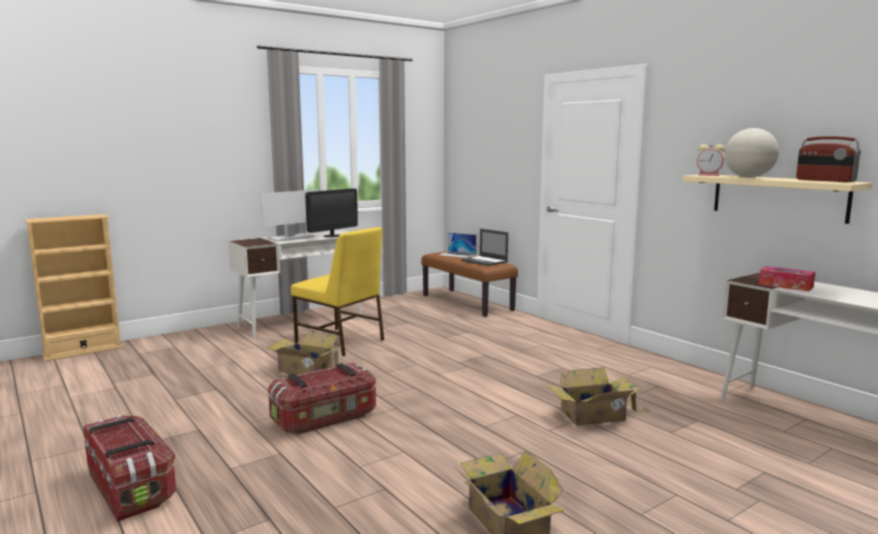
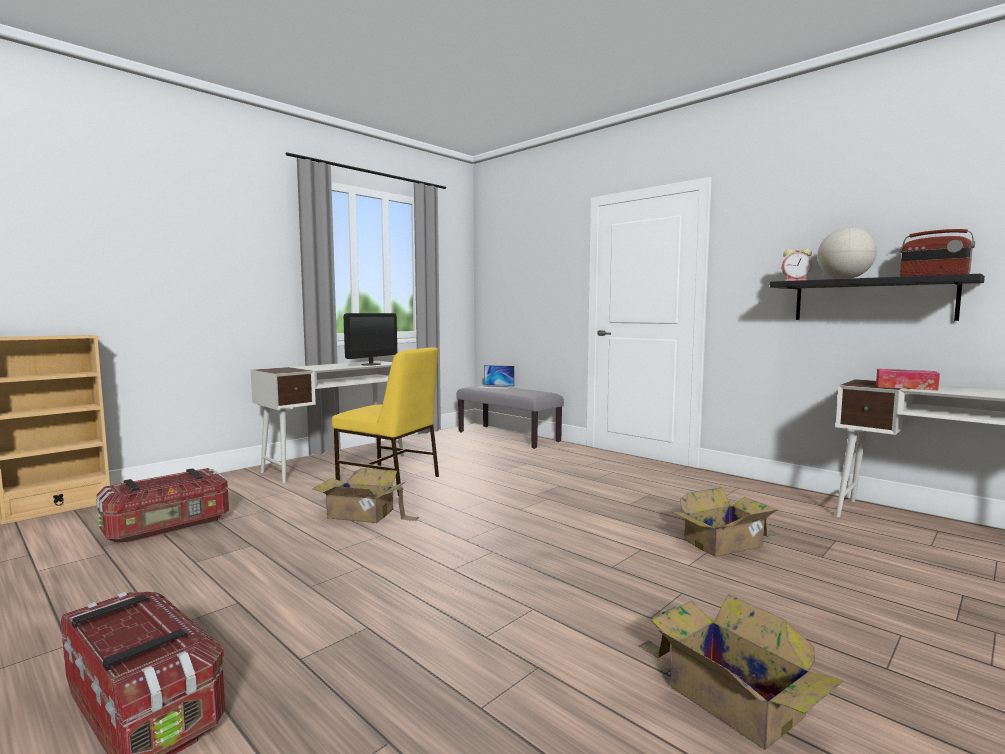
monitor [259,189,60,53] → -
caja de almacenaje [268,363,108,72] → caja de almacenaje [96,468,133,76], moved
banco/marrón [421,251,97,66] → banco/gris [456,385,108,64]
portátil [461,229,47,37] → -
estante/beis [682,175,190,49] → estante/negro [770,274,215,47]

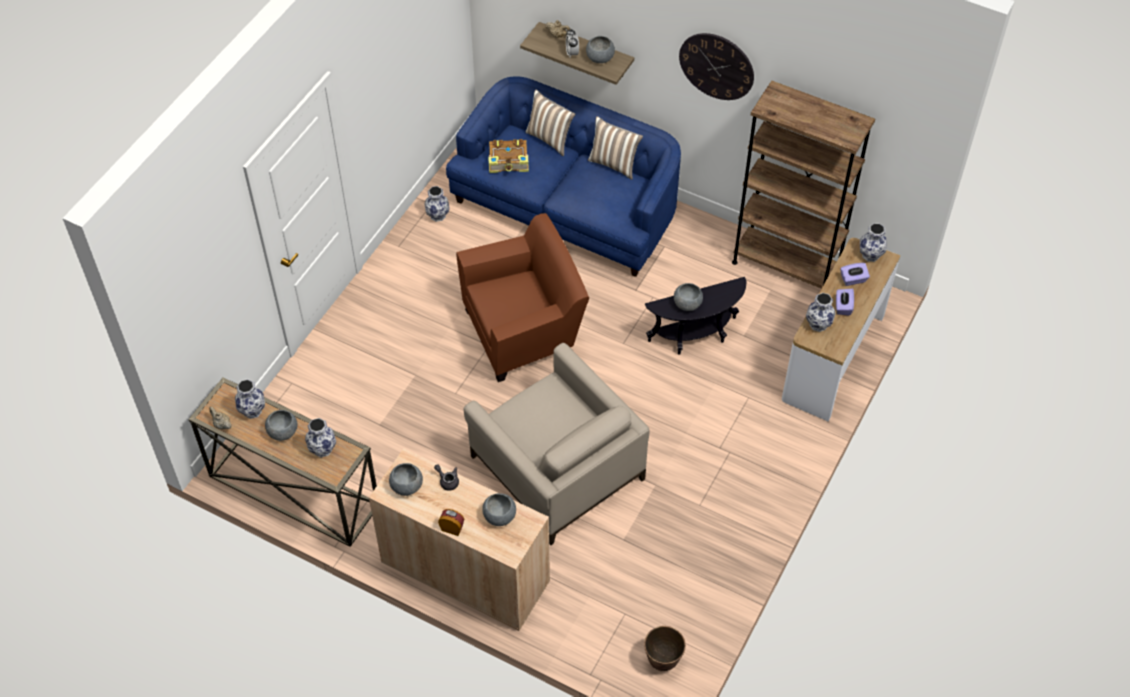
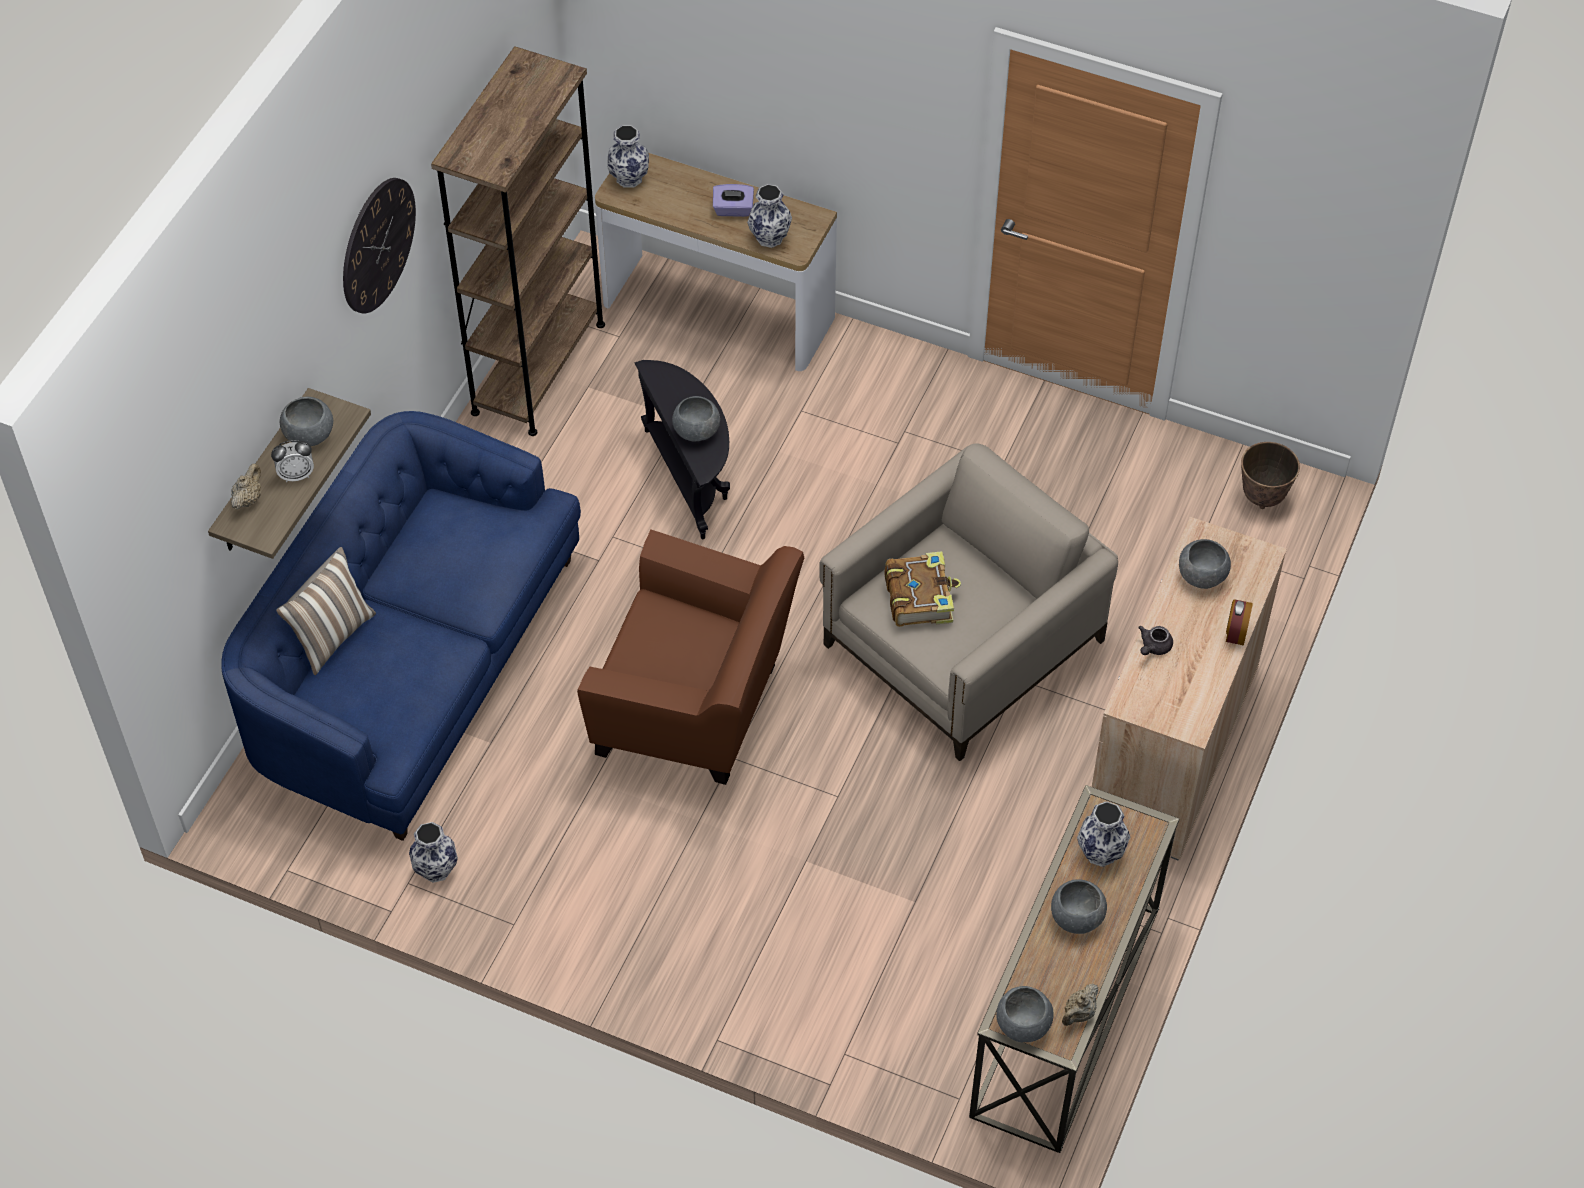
florero [235,379,30,40] → -
cuenco/gris [389,463,34,33] → cuenco/gris [996,986,58,56], moved
sillón/marrón [456,213,133,169] → sillón/marrón [577,530,227,255], 135 degrees clockwise
libro [489,139,40,34] → libro [884,551,77,76], moved
cojín [588,116,55,64] → -
caja de pañuelos/morado [840,263,30,23] → -

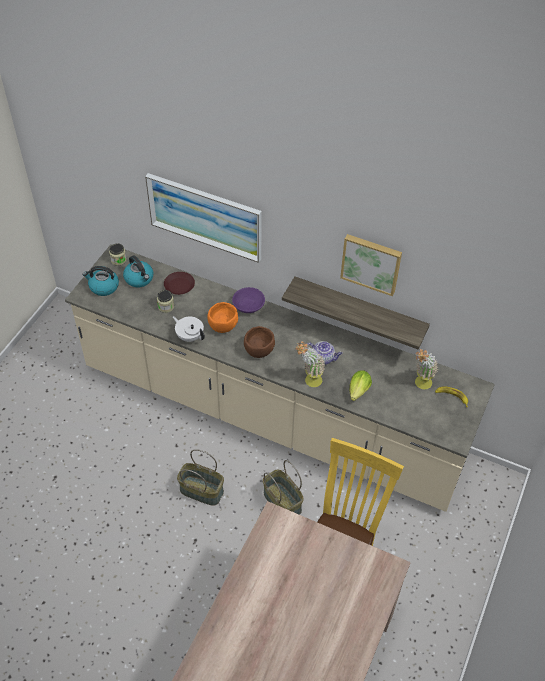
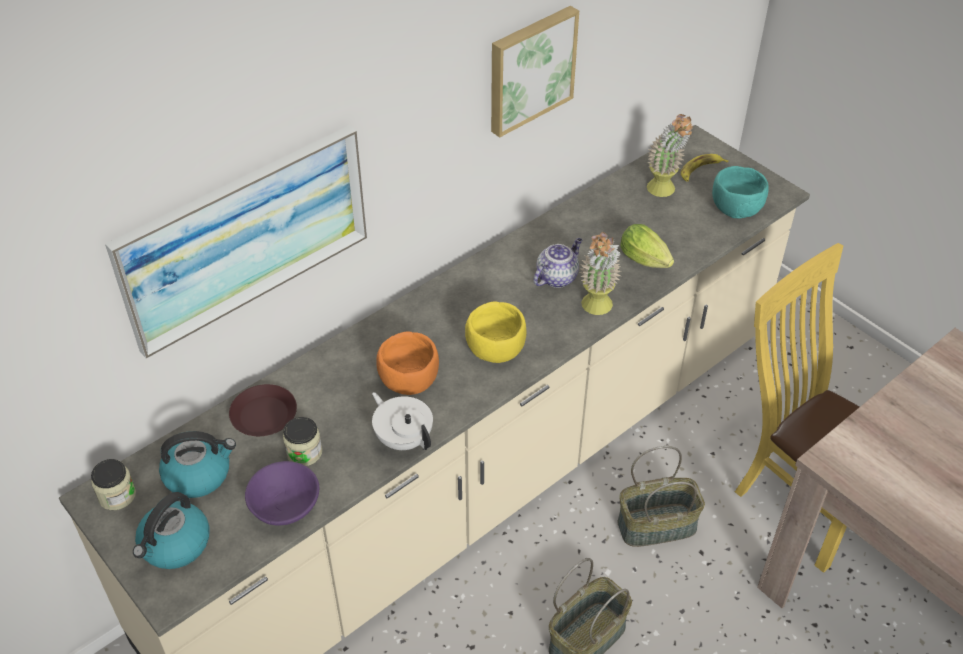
tetera/blanco [173,316,32,26] → tetera/blanco [372,392,61,58], 75 degrees clockwise
cuenco/morado [232,287,33,26] → cuenco/morado [245,461,74,64], moved
cuenco/marrón [244,326,31,32] → cuenco/amarillo [465,302,61,61]
estante [282,277,148,72] → -
- → cuenco/turquesa [712,166,57,53]

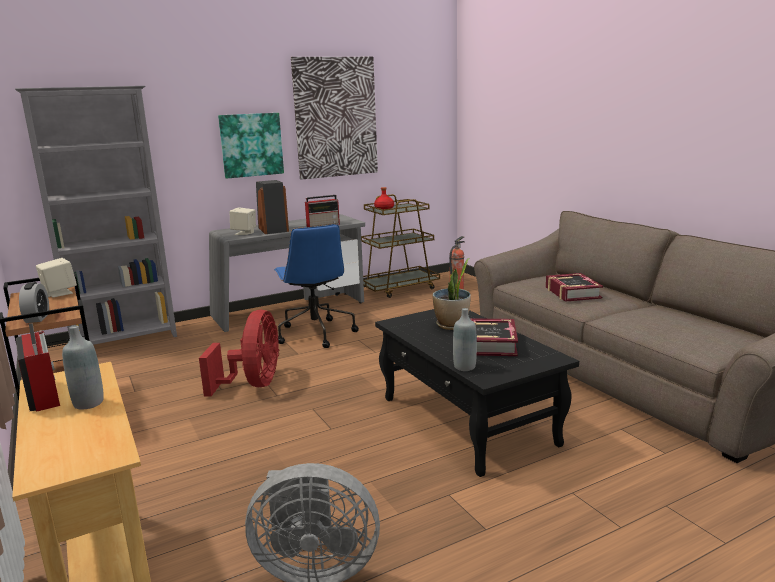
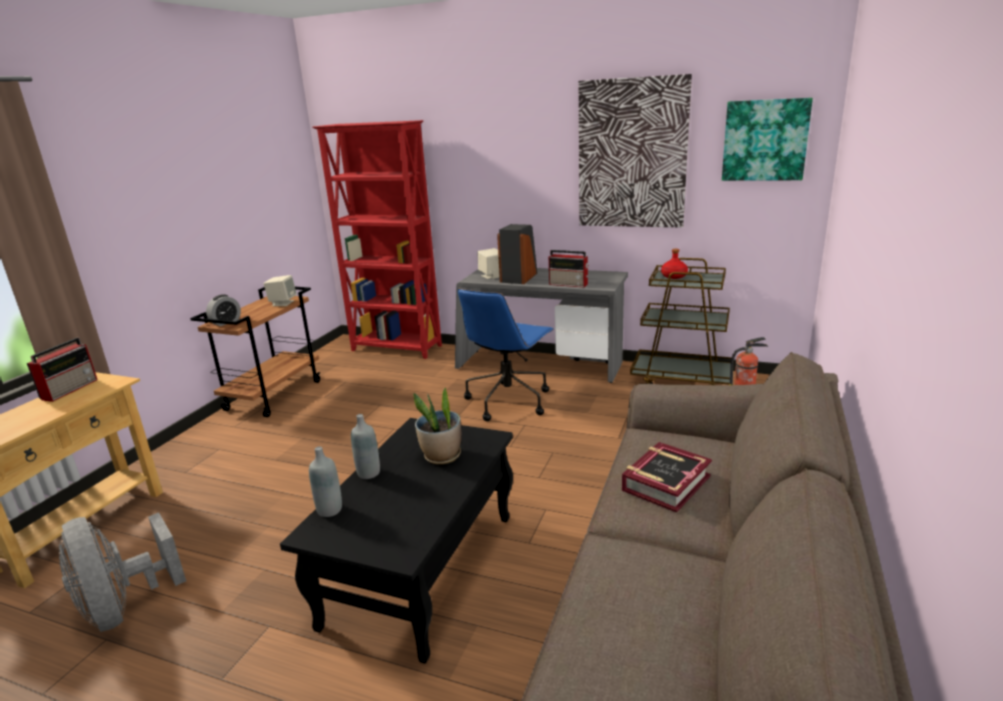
estantería/gris [15,86,162,259] → estantería/rojo [312,120,130,239]
botella/gris [62,325,42,85] → botella/gris [351,414,29,65], moved
ventilador/rojo [199,310,80,86] → -
cuadro [218,113,66,66] → cuadro [722,98,91,83], moved
libro [471,318,47,38] → -

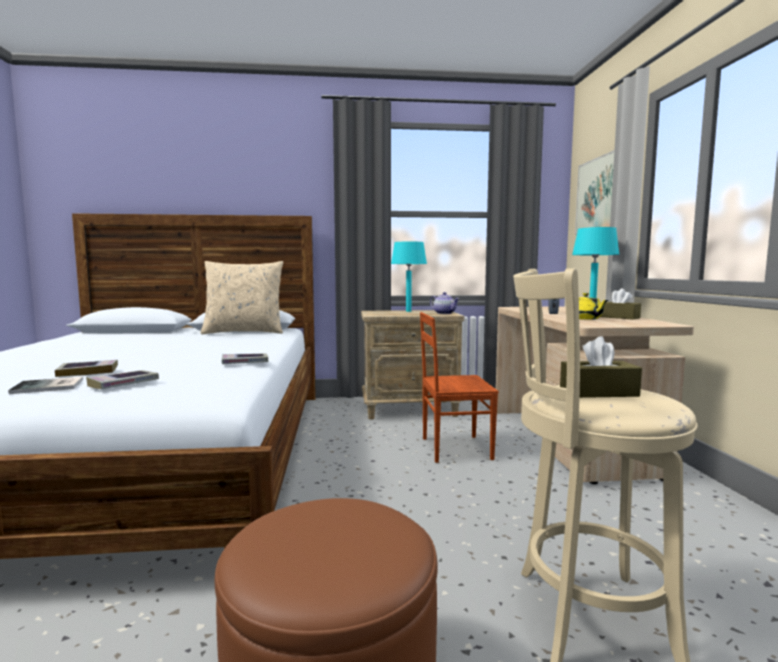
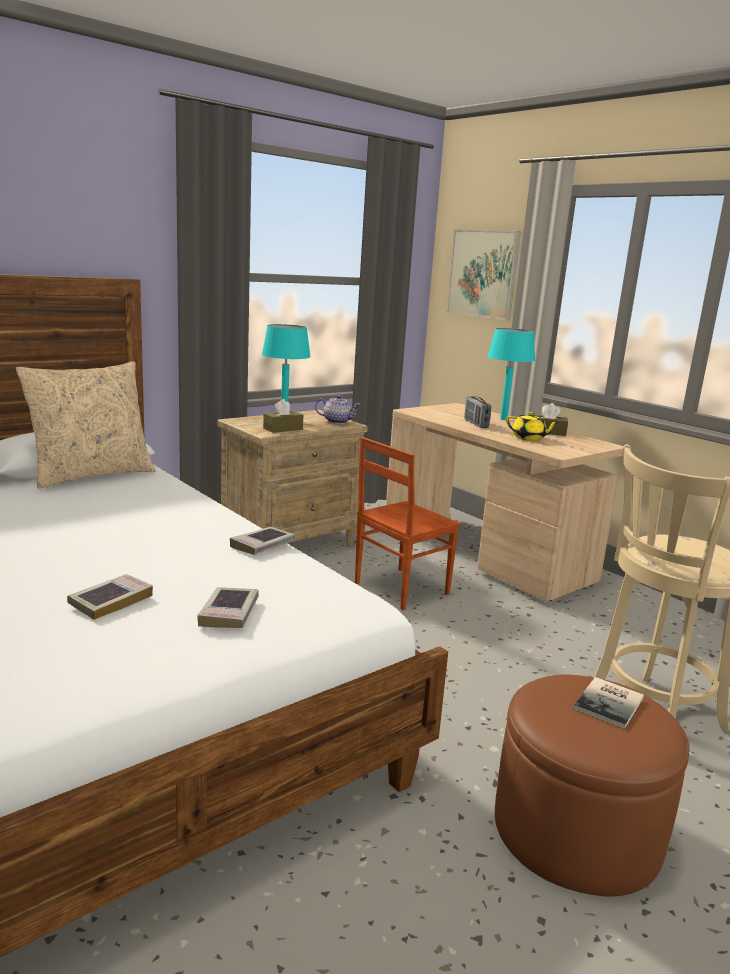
libro [8,377,75,17] → libro [573,677,71,52], moved
caja de pañuelos/marrón [560,336,82,62] → caja de pañuelos/marrón [263,399,40,34], moved

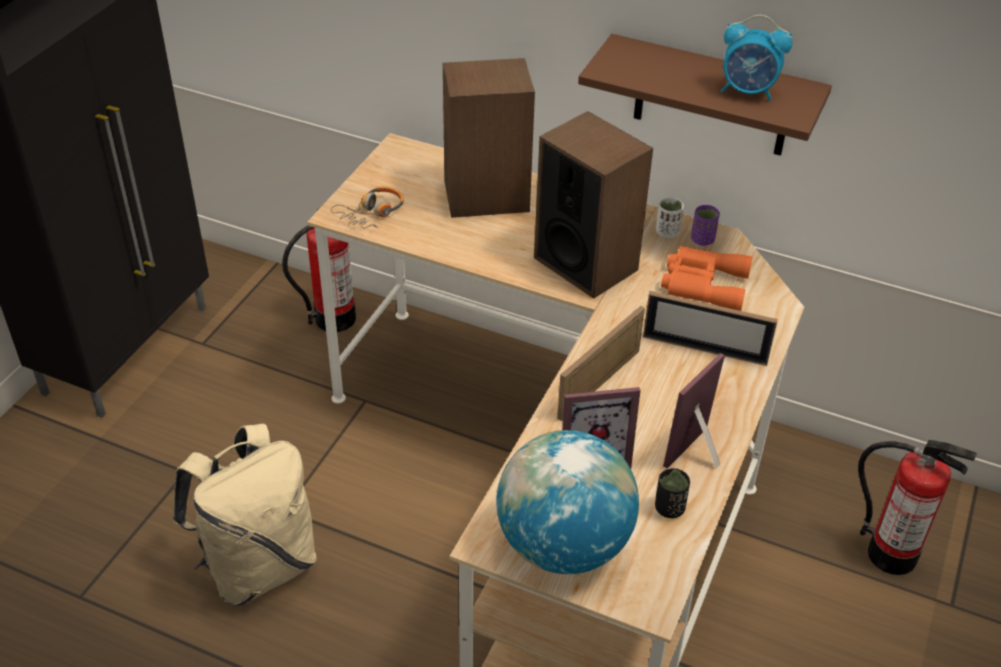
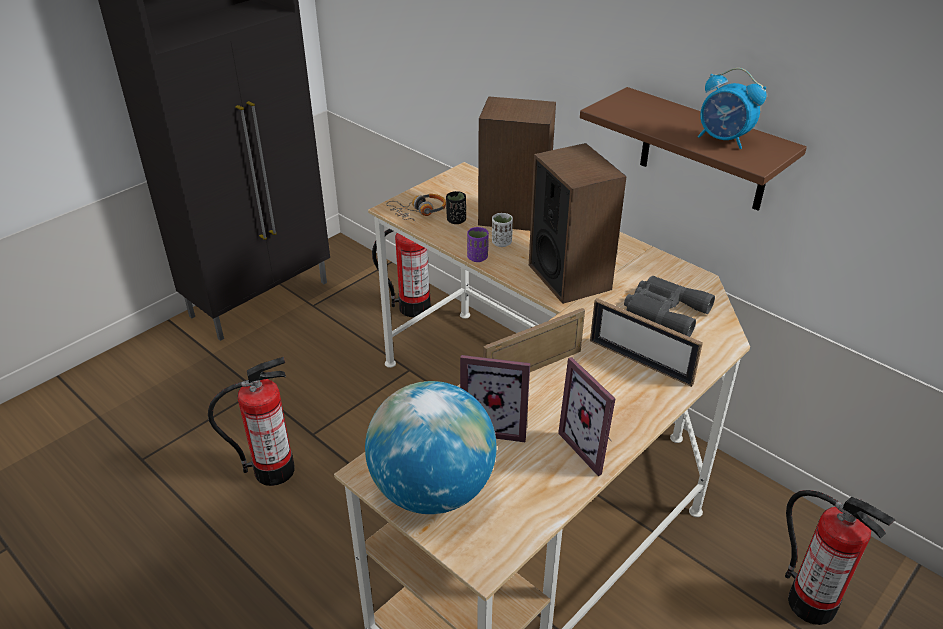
mochila/beis [173,424,144,182] → extintor [208,357,87,129]
taza/negro [655,468,35,50] → taza/negro [446,191,20,33], moved
taza/blanco [656,197,28,41] → taza/blanco [492,213,21,34], moved
prismáticos/naranja [661,246,92,65] → prismáticos/gris [624,276,91,61]
portarretratos [663,353,62,115] → portarretratos [558,357,57,119], 90 degrees counterclockwise
taza/morado [691,205,29,41] → taza/morado [467,227,22,35], moved

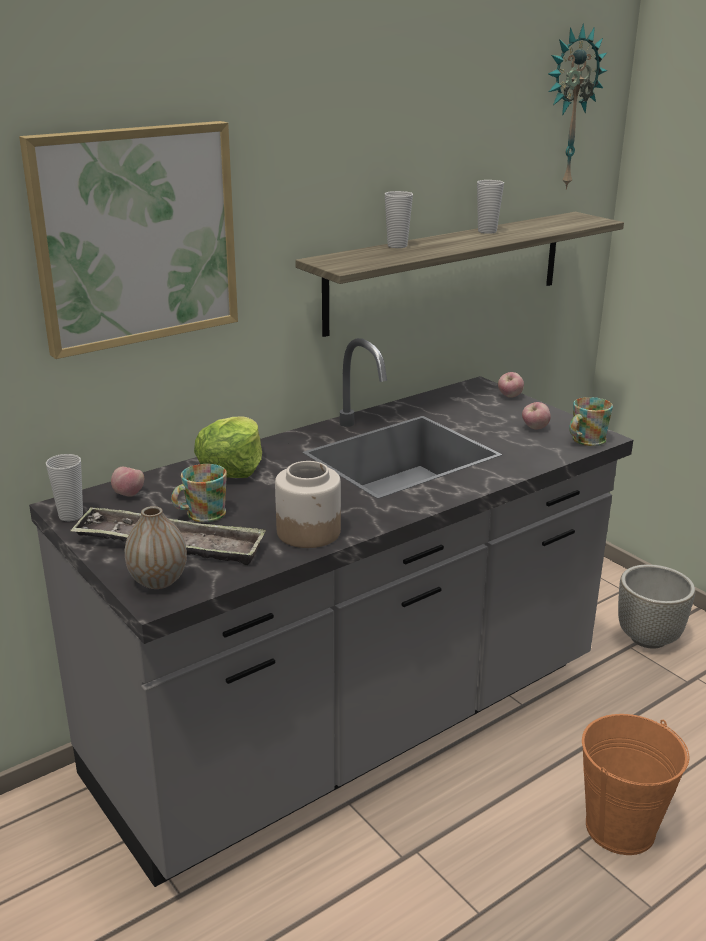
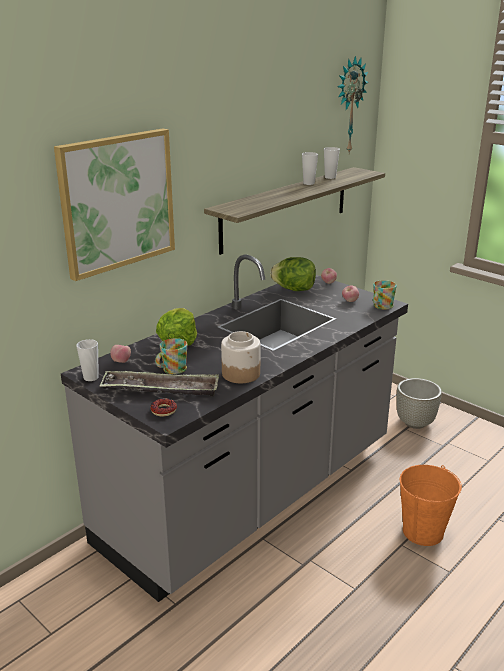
florero [125,506,62,83] → rosquilla [151,398,26,18]
taza [385,191,28,57] → taza [324,147,16,32], moved
- → lechuga [270,257,46,34]

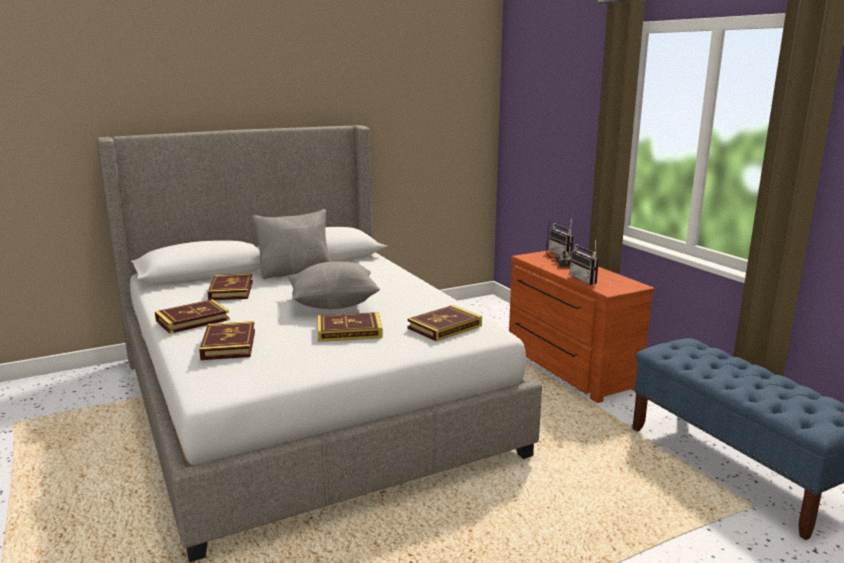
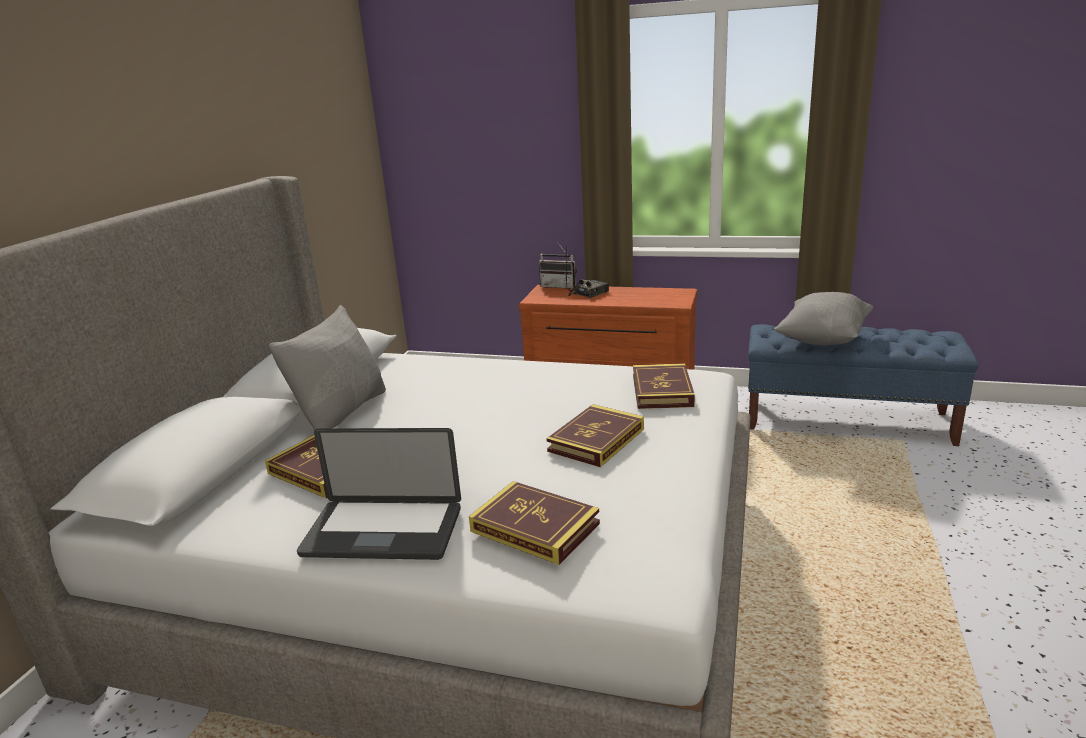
libro [155,299,75,35] → portátil [297,428,164,132]
cojín/gris [288,262,92,47] → cojín/gris [774,292,100,53], moved
radio [570,238,29,47] → -

